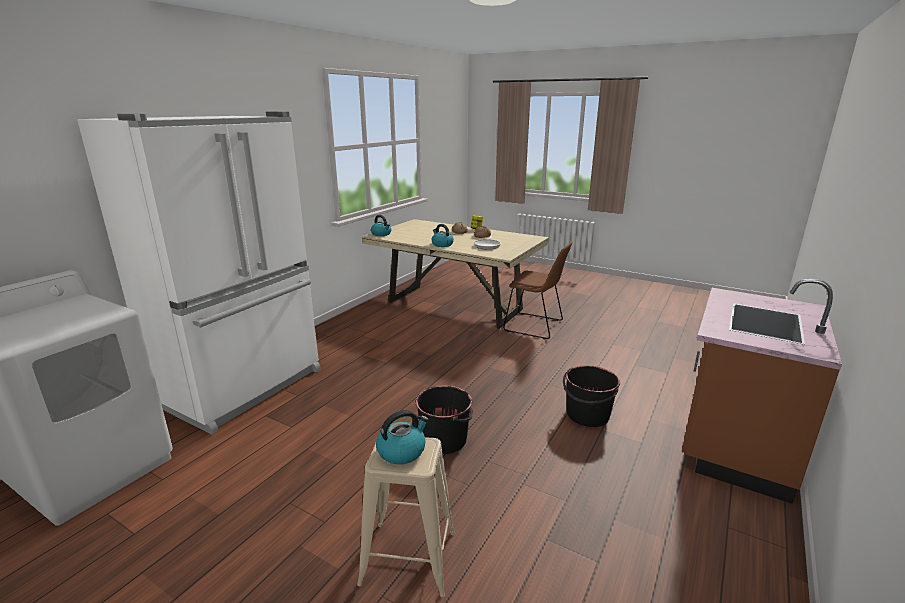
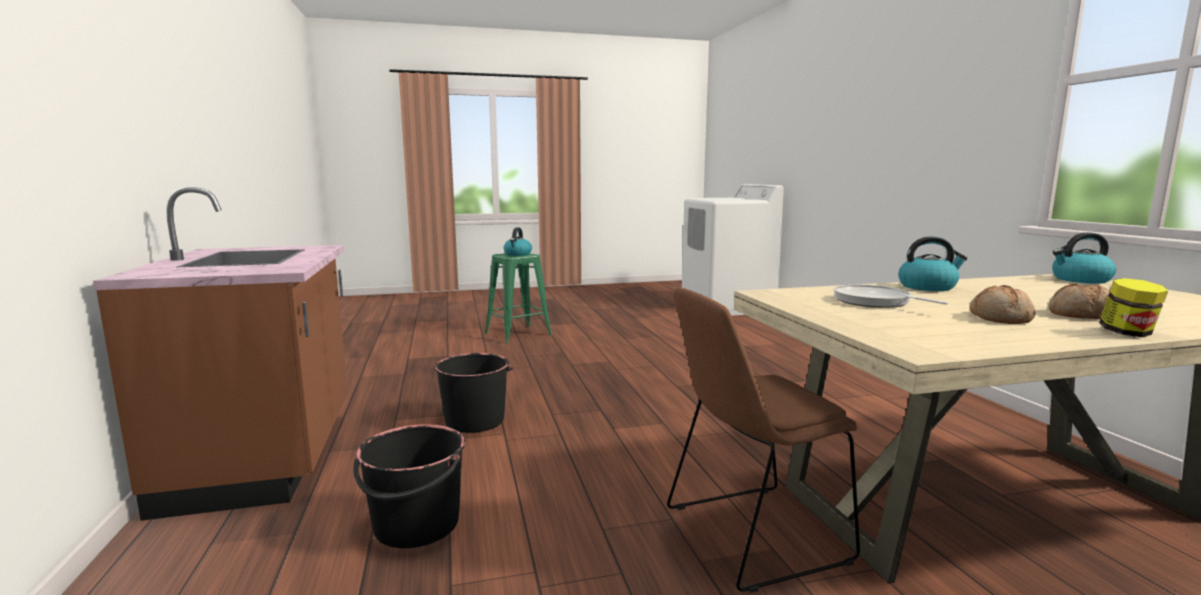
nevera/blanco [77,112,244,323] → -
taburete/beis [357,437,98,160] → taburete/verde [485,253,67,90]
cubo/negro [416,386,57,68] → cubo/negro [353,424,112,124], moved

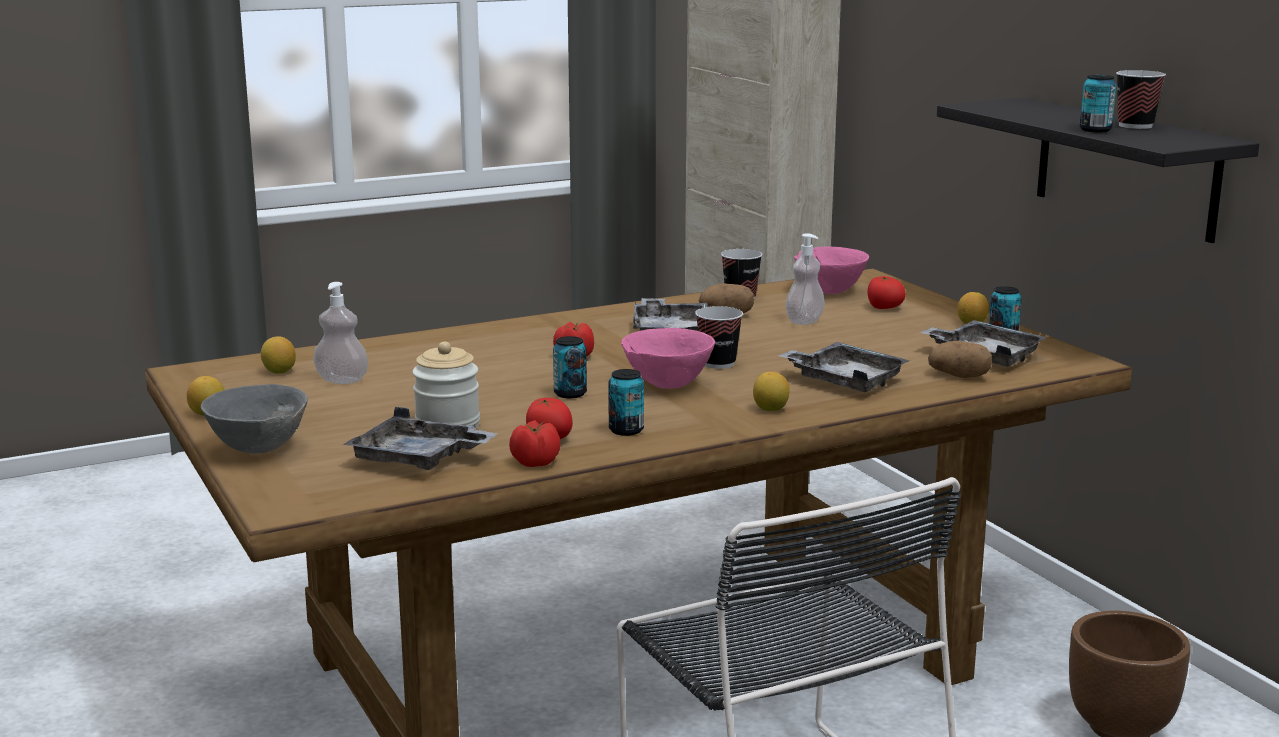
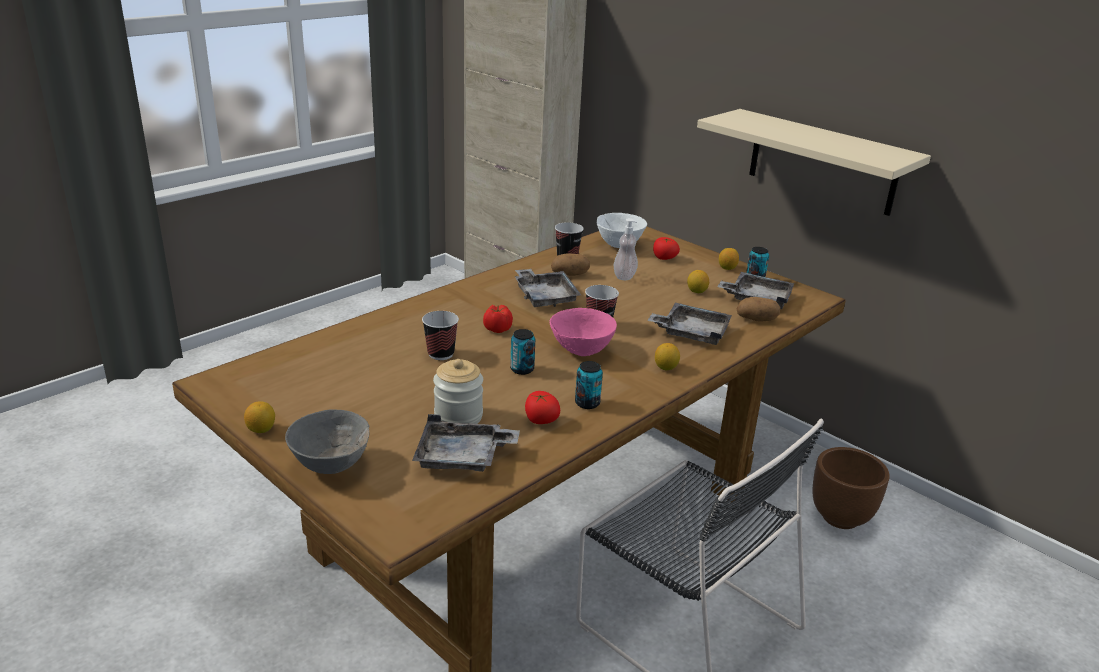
limón [261,336,35,37] → limón [687,270,22,23], moved
dispensador de jabón [313,282,56,102] → -
tomate [509,420,52,47] → -
cuenco/rosa [794,247,75,47] → cuenco/blanco [597,213,50,35]
estante/negro [937,98,322,145] → estante/beis [697,109,234,107]
lata [1080,75,36,57] → -
taza [1116,70,50,59] → taza [422,311,37,49], moved

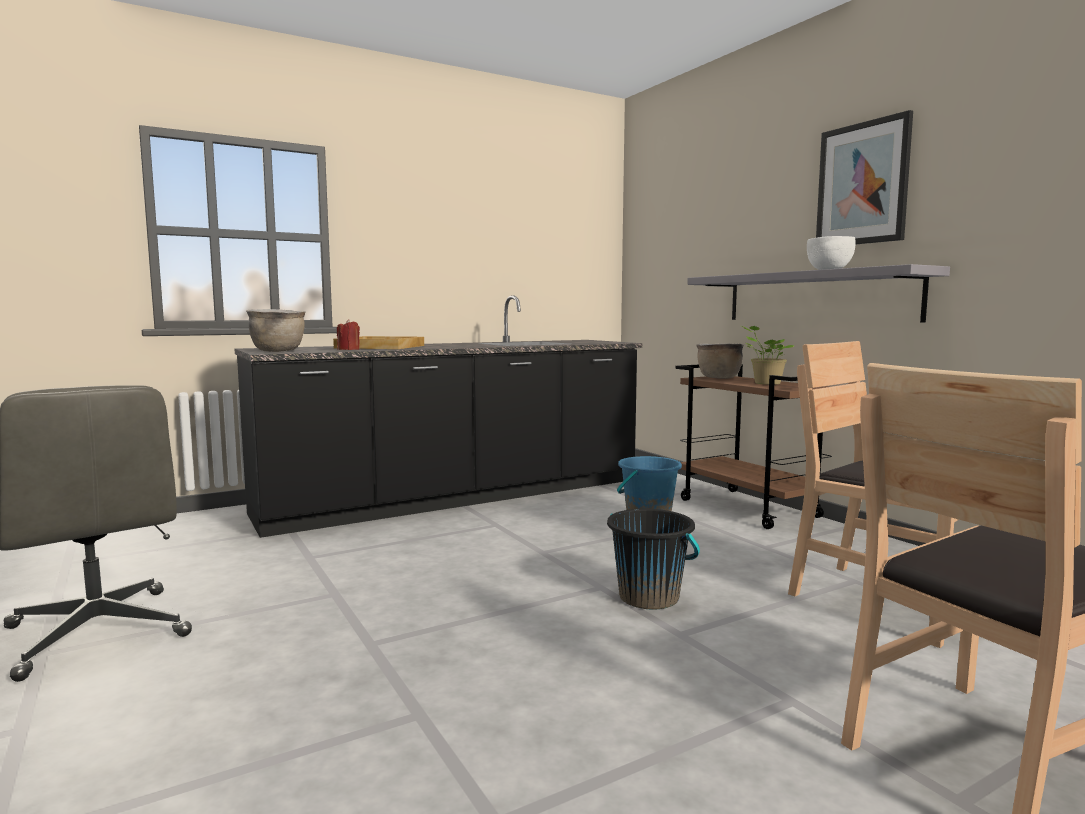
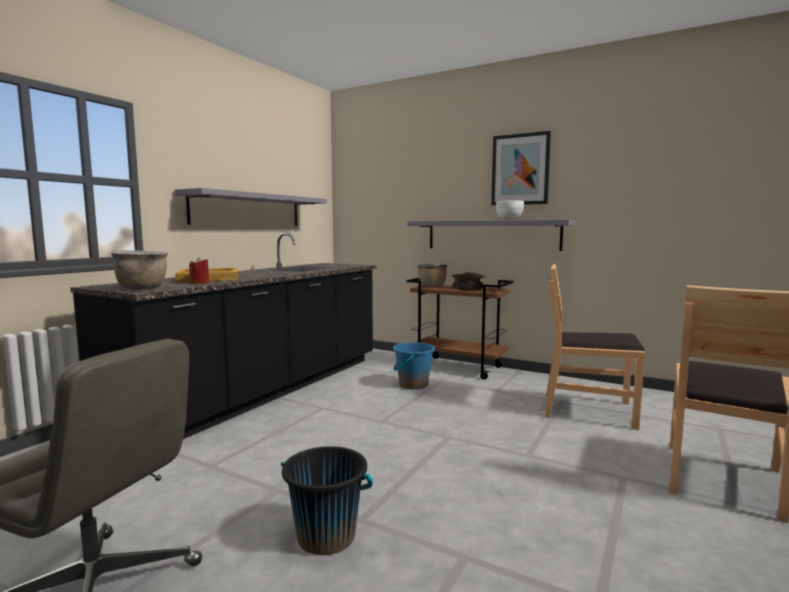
cubo/negro [607,509,93,101] → cubo/negro [281,446,92,109], moved
planta en maceta [742,326,53,59] → cuenco/marrón [451,272,35,19]
- → estante/gris [174,188,153,38]

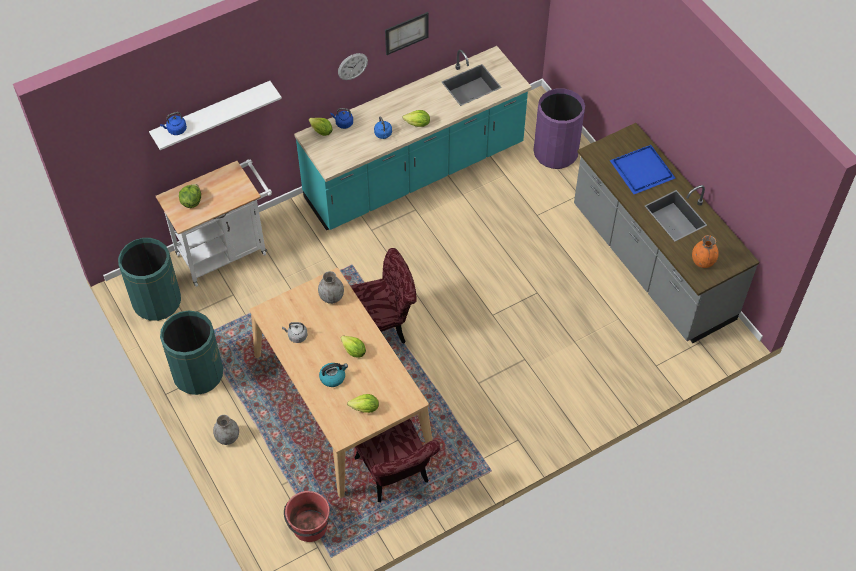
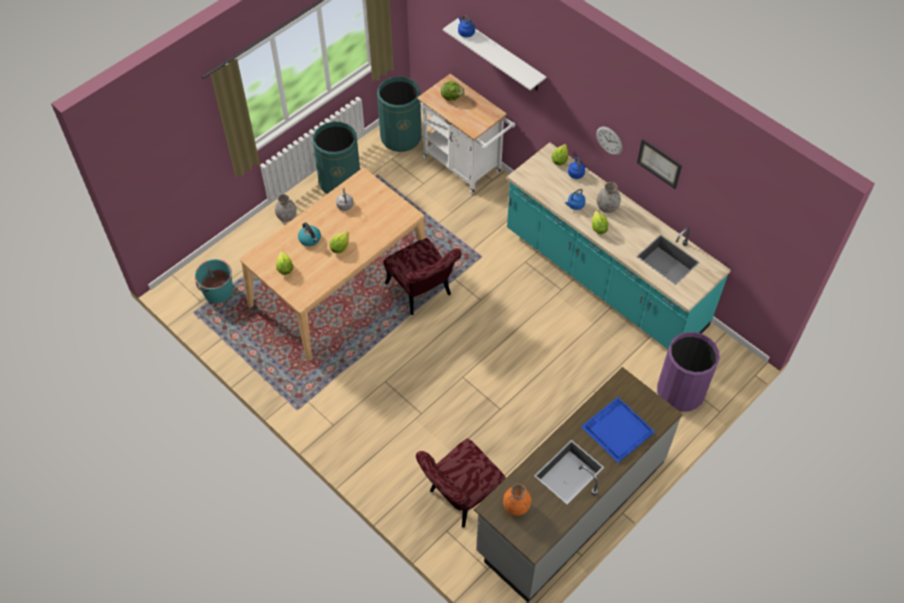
cubo/rojo [284,491,46,51] → cubo/turquesa [195,259,38,44]
florero/gris [318,271,26,33] → florero/gris [597,182,24,31], moved
silla/rojo [354,419,86,83] → silla/rojo [416,438,90,90], moved

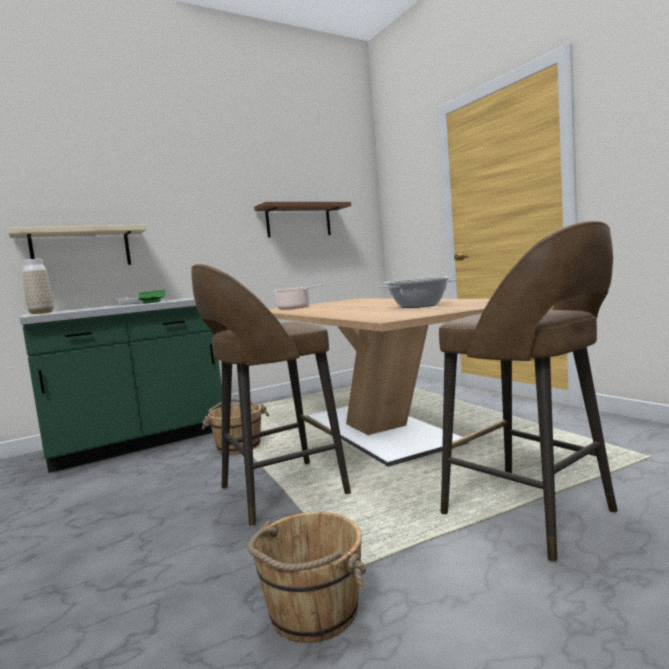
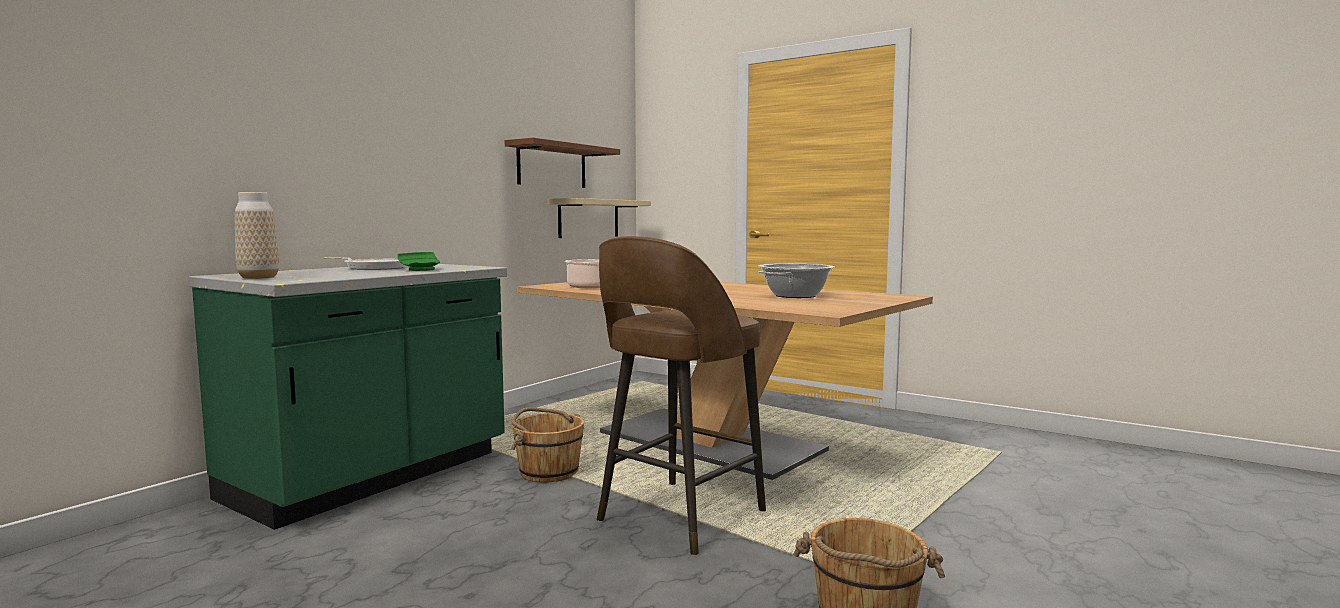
estante/beis [7,225,140,40] → estante/beis [548,198,103,40], moved
taburete/marrón [439,221,179,341] → -

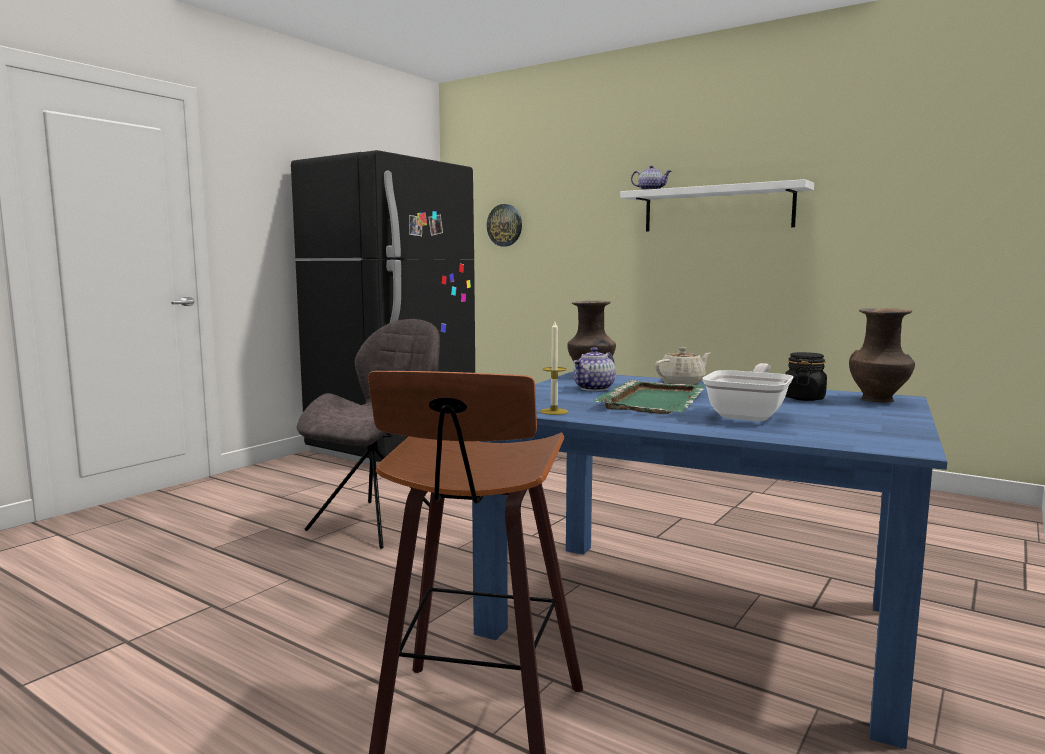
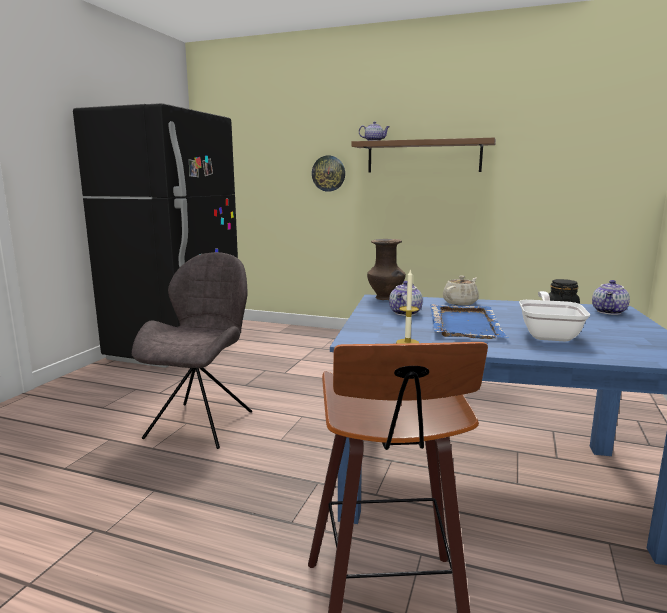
reloj de pared [487,204,35,43] → reloj de pared [312,156,33,36], moved
bandeja/verde [594,380,111,34] → bandeja/azul [430,304,79,35]
estante/blanco [620,179,194,53] → estante/marrón [351,138,145,35]
florero/marrón [849,308,66,95] → tetera [592,280,38,35]

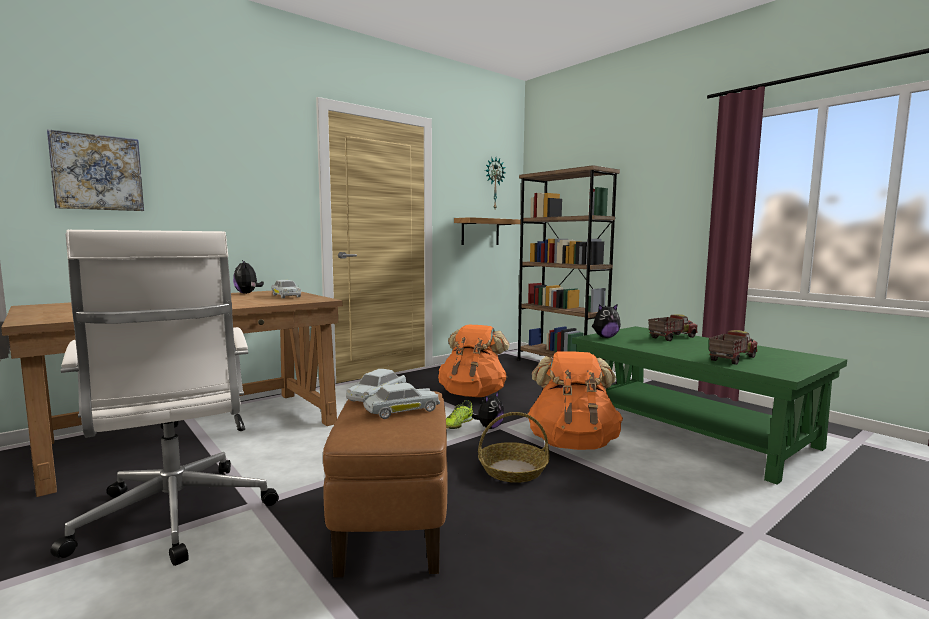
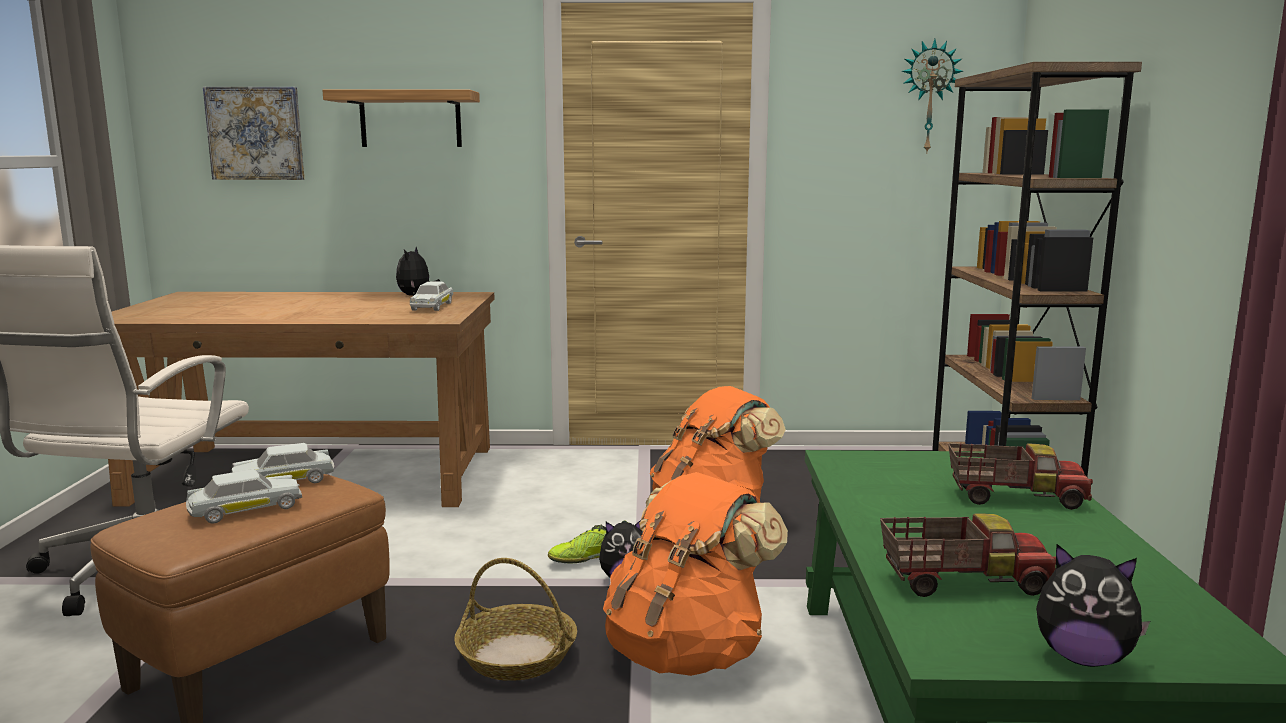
coche de juguete/blanco [363,383,77,36] → coche de juguete/blanco [186,469,116,55], 45 degrees counterclockwise
estante [454,217,67,28] → estante [322,89,158,58], moved
peluche [592,304,29,34] → peluche [1036,544,114,123], moved

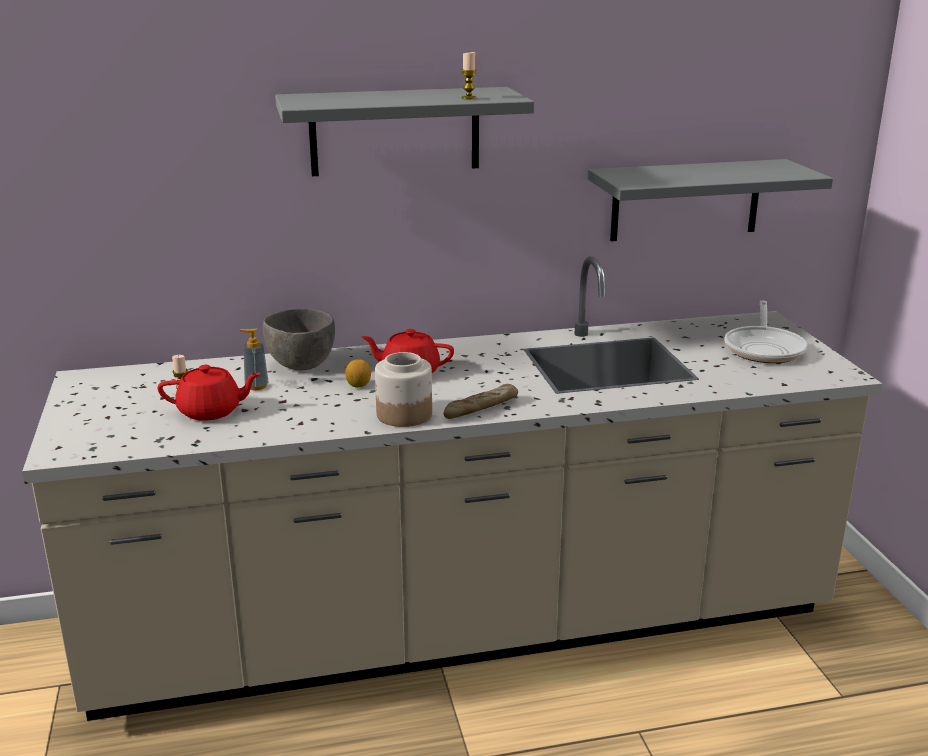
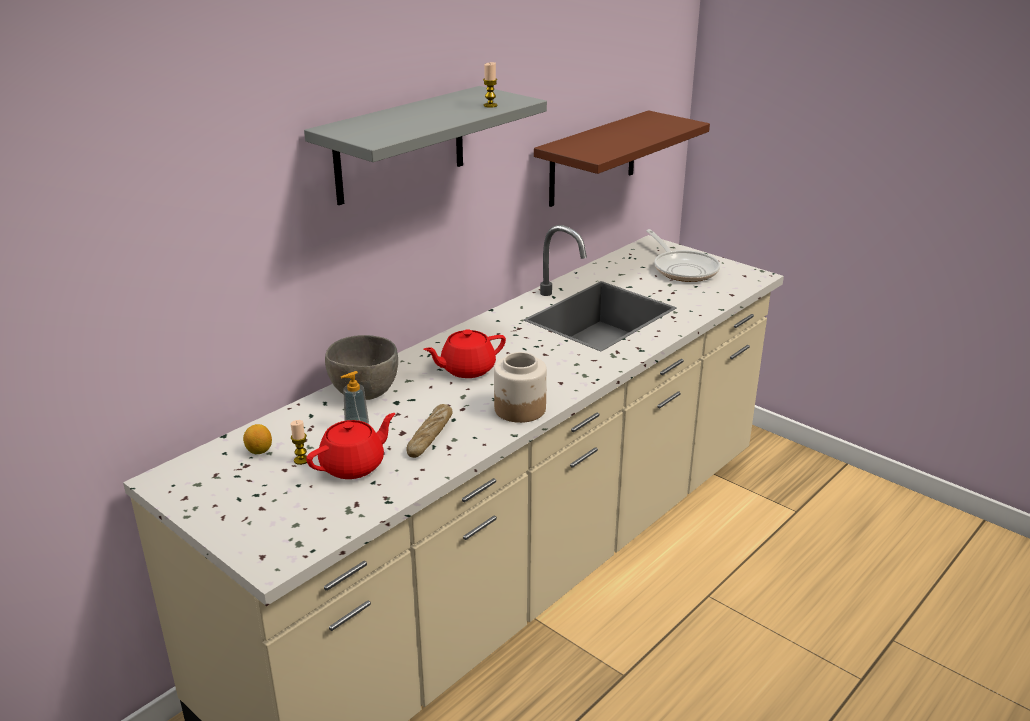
limón [345,359,26,29] → limón [243,424,29,30], moved
pan [443,384,75,35] → pan [406,404,47,54], moved
estante/gris [588,159,245,82] → estante/marrón [534,110,176,97]

